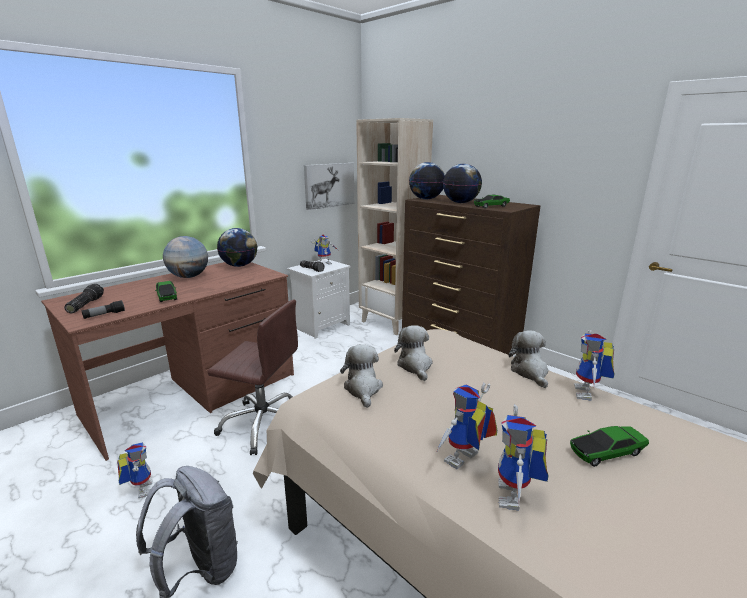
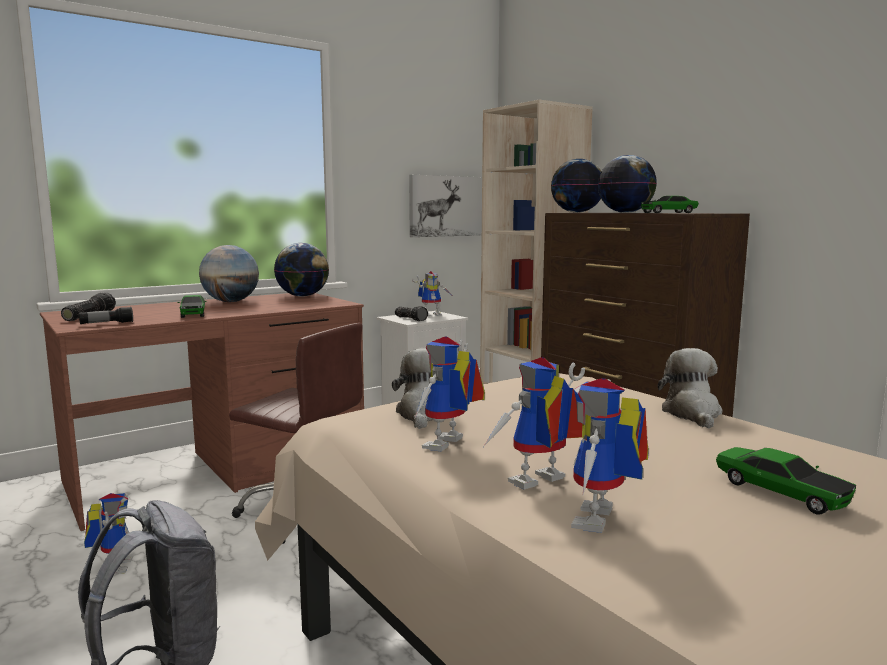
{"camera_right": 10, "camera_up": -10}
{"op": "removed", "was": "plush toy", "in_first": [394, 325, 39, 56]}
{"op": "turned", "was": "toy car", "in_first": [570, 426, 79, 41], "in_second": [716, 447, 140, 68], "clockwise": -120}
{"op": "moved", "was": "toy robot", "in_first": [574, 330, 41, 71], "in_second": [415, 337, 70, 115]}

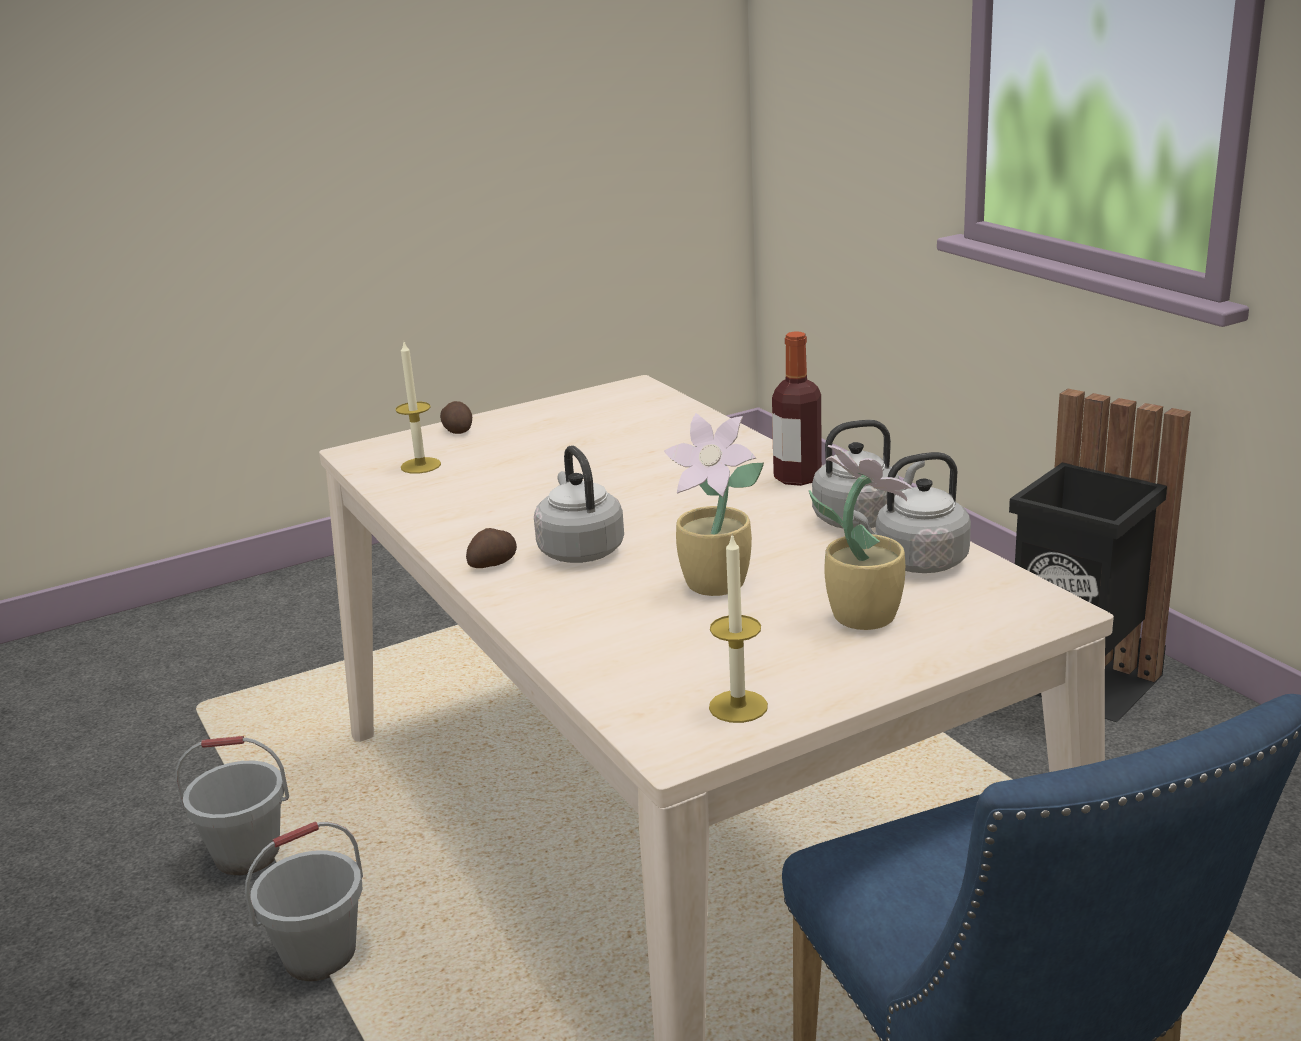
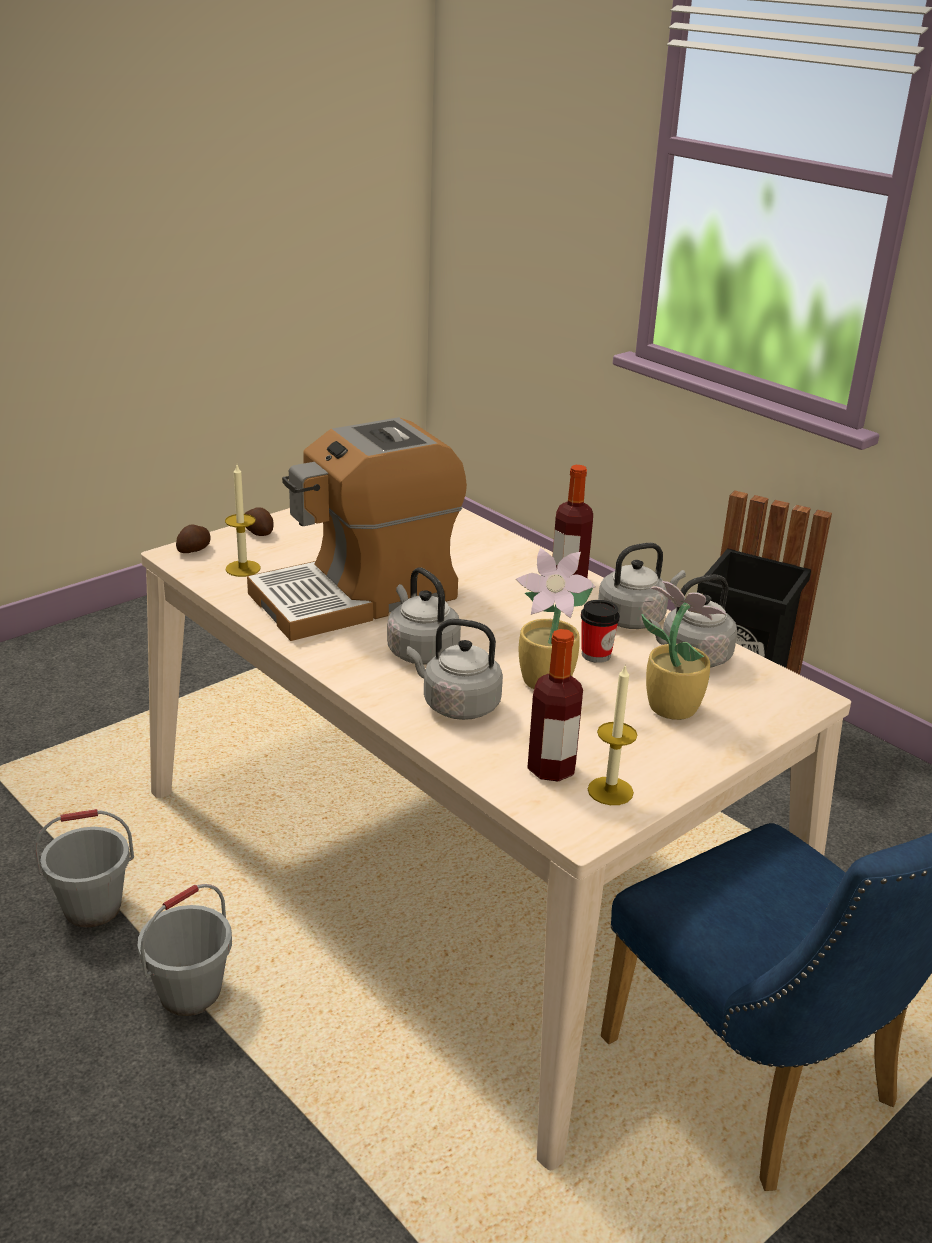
{"camera_right": -15, "camera_up": 5}
{"op": "moved", "was": "potato", "in_first": [466, 528, 51, 40], "in_second": [176, 525, 35, 28]}
{"op": "added", "now": "coffee machine", "in_second": [247, 417, 220, 224]}
{"op": "added", "now": "grey kettle", "in_second": [407, 619, 96, 101]}
{"op": "added", "now": "bottle", "in_second": [527, 629, 56, 153]}
{"op": "added", "now": "cup", "in_second": [581, 600, 39, 63]}

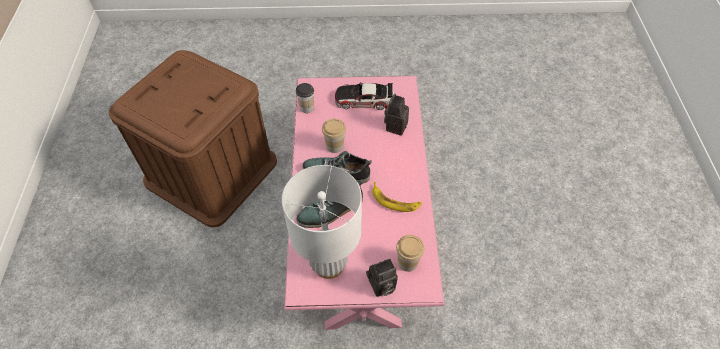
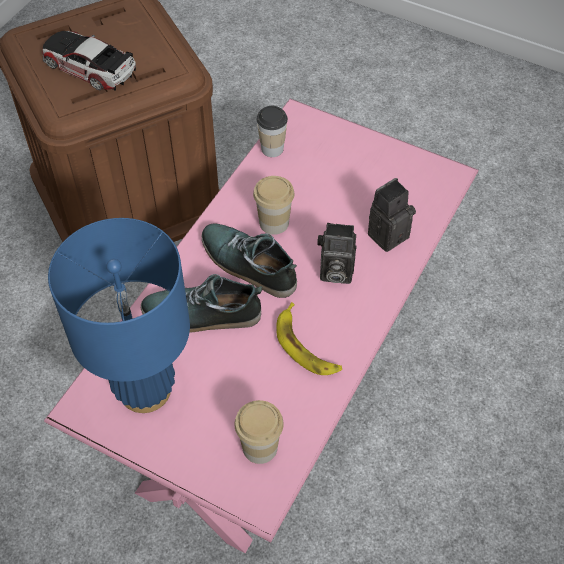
{"camera_right": 30, "camera_up": 0}
{"op": "recoloured", "was": "white table lamp", "now": "blue table lamp", "in_first": [282, 165, 80, 114], "in_second": [48, 218, 142, 195]}
{"op": "moved", "was": "toy car", "in_first": [335, 82, 59, 28], "in_second": [42, 31, 94, 60]}
{"op": "moved", "was": "photo camera", "in_first": [366, 259, 32, 38], "in_second": [317, 223, 40, 61]}

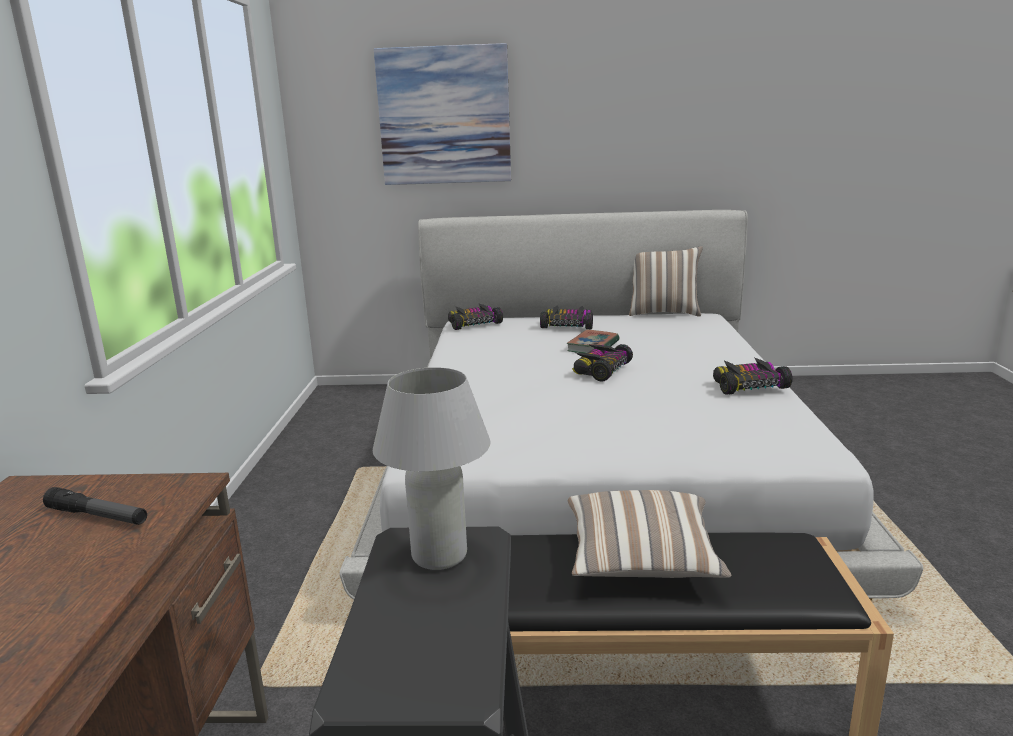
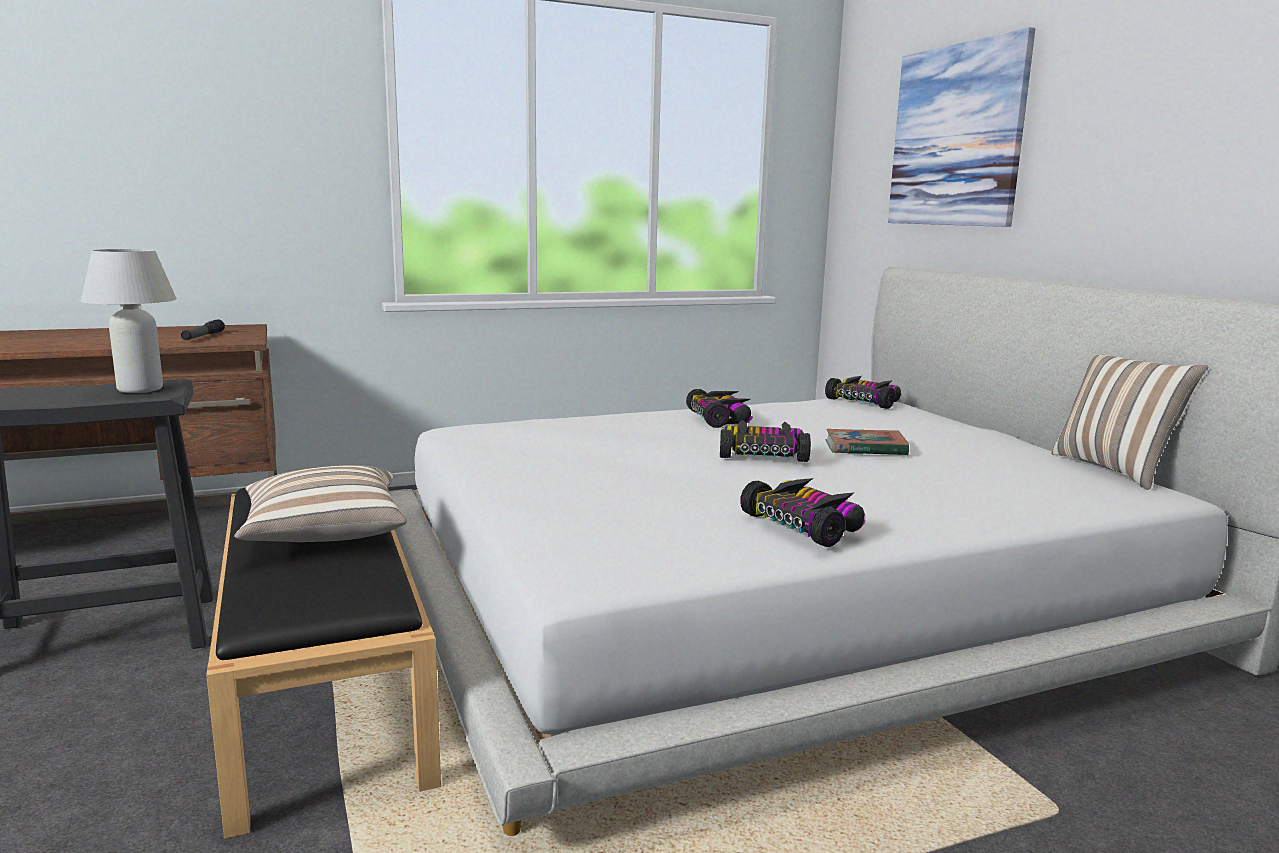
{"camera_right": 65, "camera_up": -5}
{"op": "moved", "was": "toy car", "in_first": [540, 305, 53, 25], "in_second": [686, 389, 67, 39]}

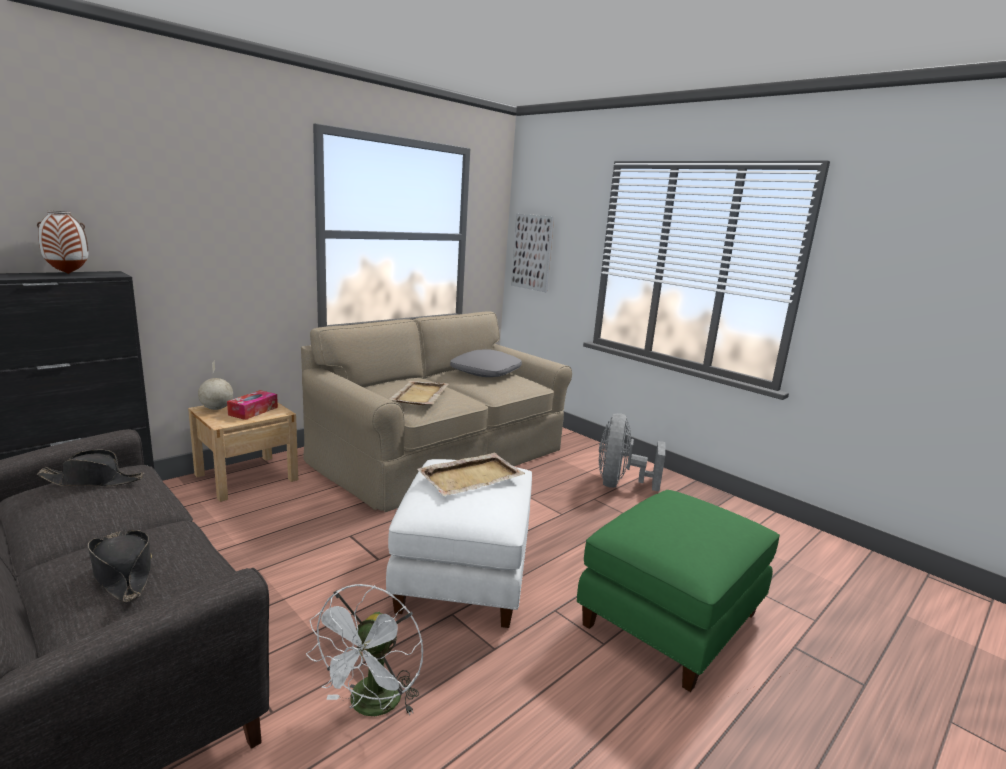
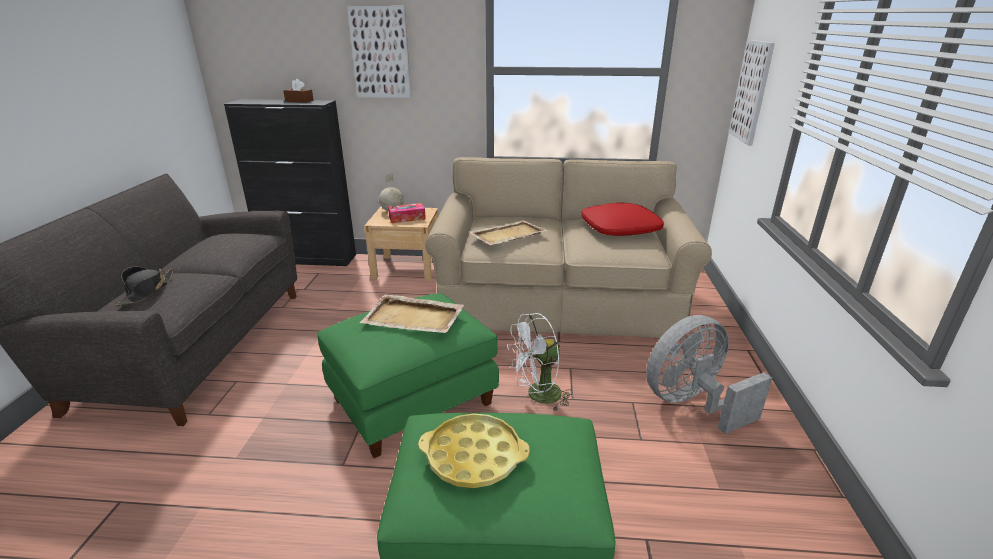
{"camera_right": 50, "camera_up": 10}
{"op": "replaced", "was": "vase", "now": "brown tissue box", "in_first": [37, 211, 52, 63], "in_second": [283, 79, 31, 24]}
{"op": "removed", "was": "black hat", "in_first": [37, 449, 107, 37]}
{"op": "moved", "was": "white fan", "in_first": [306, 584, 117, 132], "in_second": [507, 313, 66, 99]}
{"op": "recoloured", "was": "white ottoman", "now": "green ottoman", "in_first": [386, 459, 146, 169], "in_second": [317, 293, 182, 165]}
{"op": "recoloured", "was": "grey pillow", "now": "red pillow", "in_first": [450, 350, 72, 27], "in_second": [581, 202, 83, 34]}
{"op": "added", "now": "picture", "in_second": [347, 6, 64, 92]}
{"op": "added", "now": "yellow tray", "in_second": [418, 413, 112, 75]}

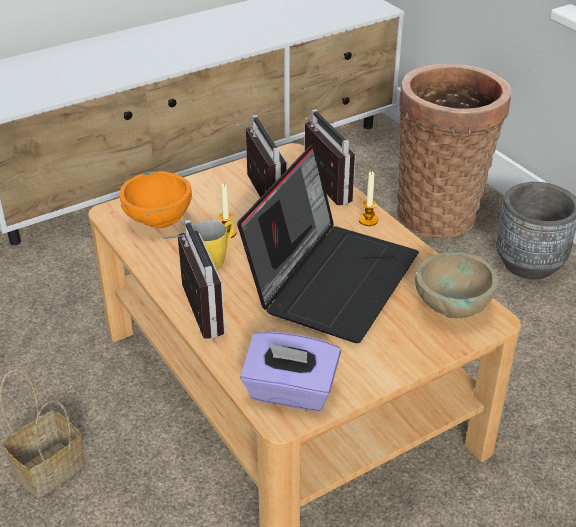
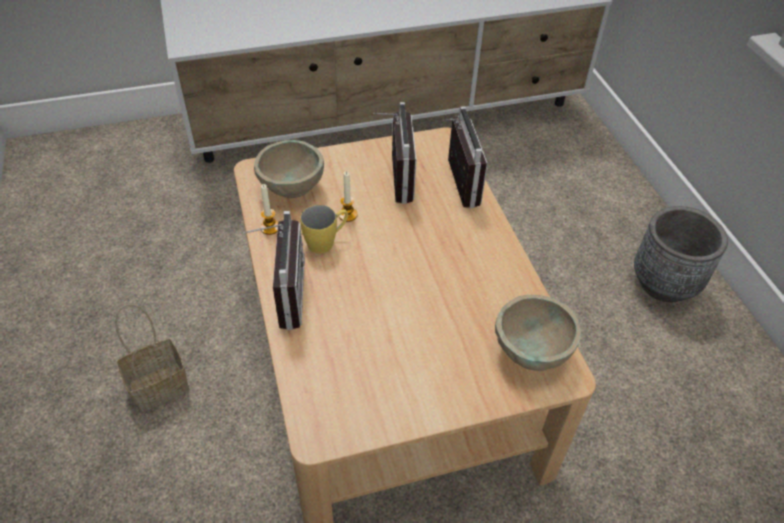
{"camera_right": 15, "camera_up": 10}
{"op": "recoloured", "was": "orange bowl", "now": "beige bowl", "in_first": [120, 171, 72, 57], "in_second": [254, 140, 70, 58]}
{"op": "removed", "was": "laptop", "in_first": [237, 144, 182, 199]}
{"op": "removed", "was": "purple tissue box", "in_first": [240, 332, 101, 79]}
{"op": "moved", "was": "candle", "in_first": [359, 172, 19, 54], "in_second": [260, 184, 18, 51]}
{"op": "removed", "was": "basket", "in_first": [397, 64, 115, 175]}

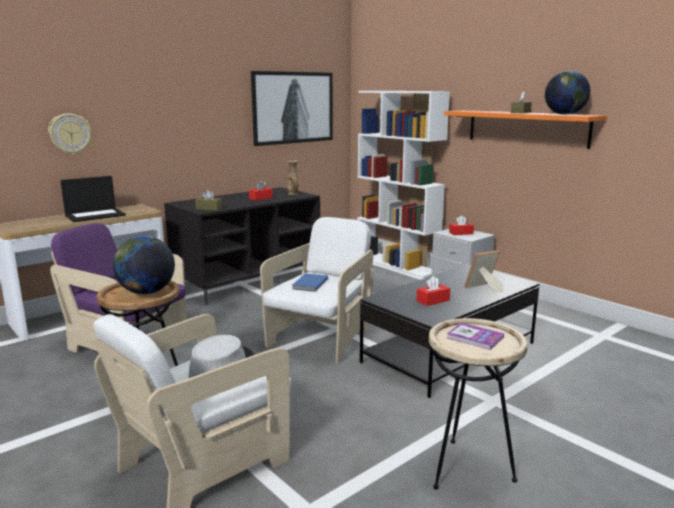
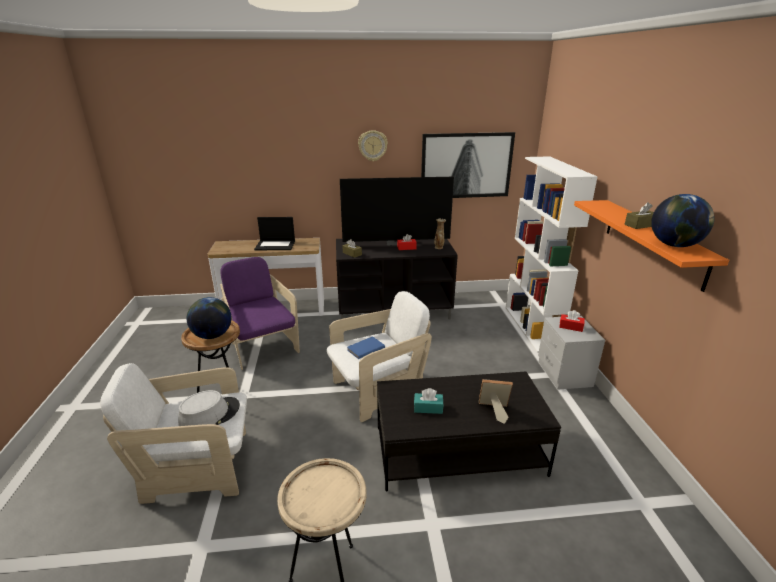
{"camera_right": 35, "camera_up": 10}
{"op": "moved", "was": "wall clock", "in_first": [48, 113, 43, 42], "in_second": [358, 130, 30, 32]}
{"op": "recoloured", "was": "red tissue box", "now": "turquoise tissue box", "in_first": [416, 276, 34, 30], "in_second": [414, 388, 29, 26]}
{"op": "removed", "was": "book", "in_first": [447, 323, 57, 27]}
{"op": "added", "now": "television", "in_second": [340, 177, 114, 69]}

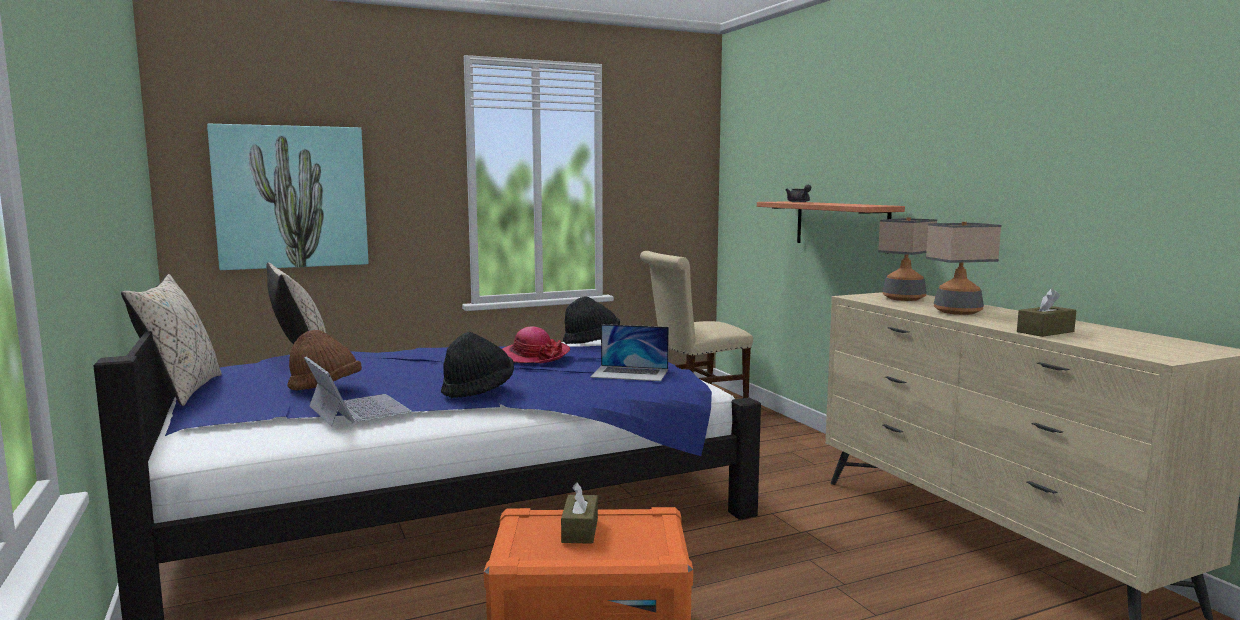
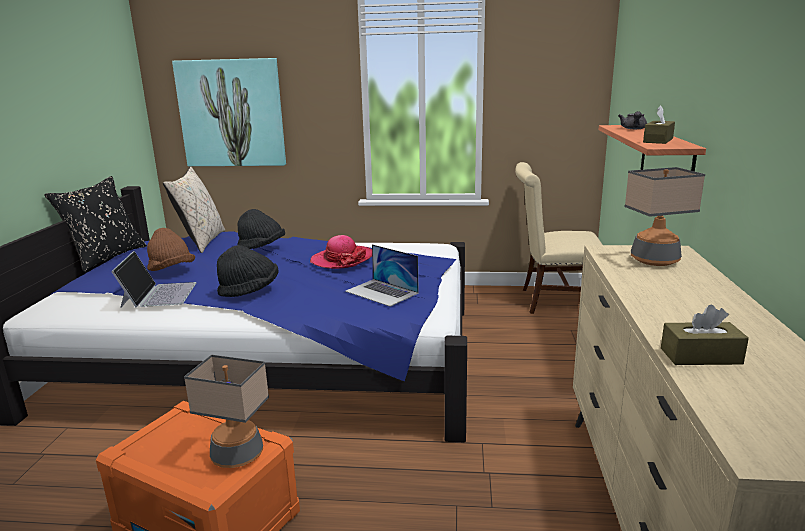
{"camera_right": 30, "camera_up": 10}
{"op": "recoloured", "was": "beige pillow", "now": "black pillow", "in_first": [121, 274, 101, 132], "in_second": [44, 176, 103, 96]}
{"op": "moved", "was": "brown tissue box", "in_first": [561, 483, 37, 61], "in_second": [643, 105, 32, 39]}
{"op": "moved", "was": "black hat", "in_first": [563, 296, 57, 48], "in_second": [238, 209, 47, 40]}
{"op": "moved", "was": "table lamp", "in_first": [926, 222, 76, 93], "in_second": [184, 355, 85, 113]}

